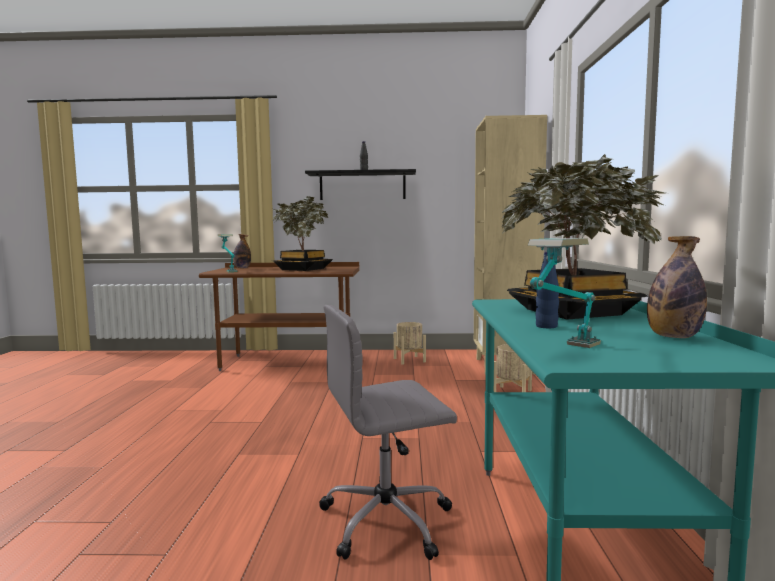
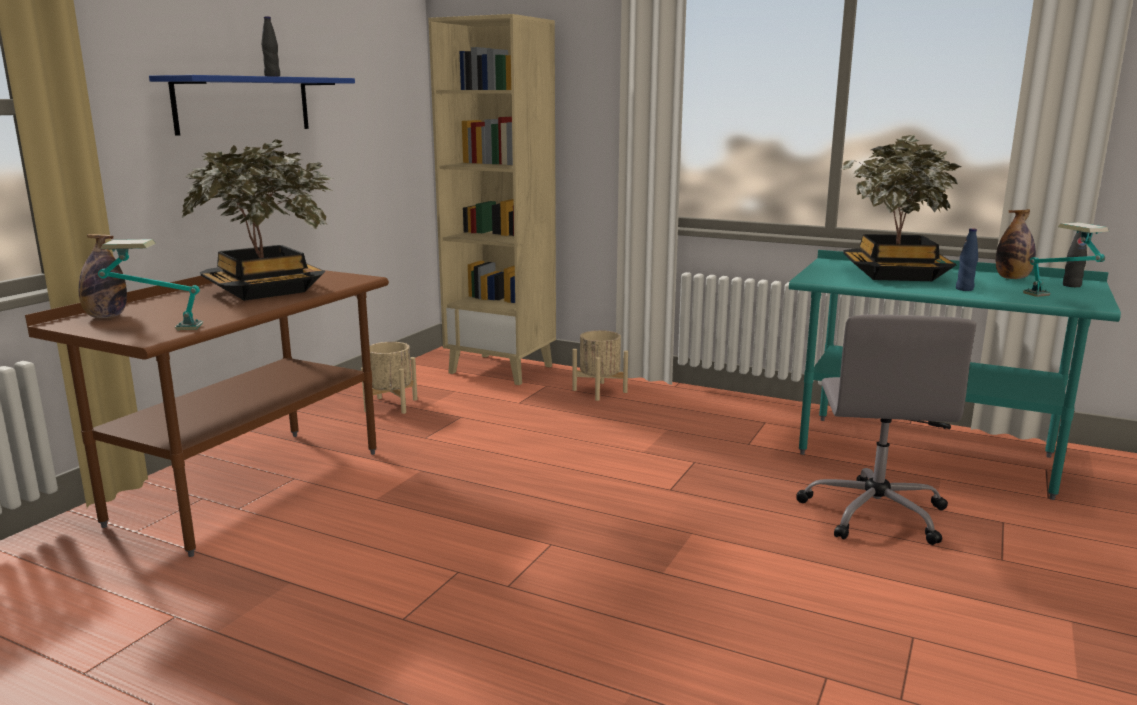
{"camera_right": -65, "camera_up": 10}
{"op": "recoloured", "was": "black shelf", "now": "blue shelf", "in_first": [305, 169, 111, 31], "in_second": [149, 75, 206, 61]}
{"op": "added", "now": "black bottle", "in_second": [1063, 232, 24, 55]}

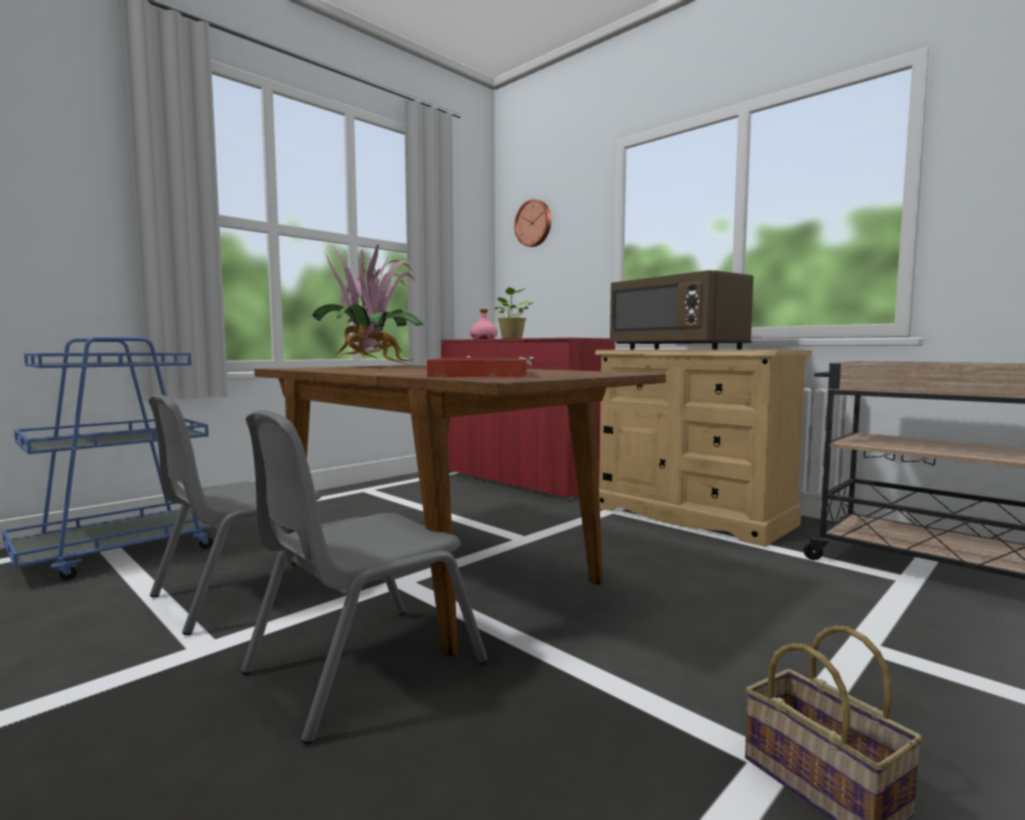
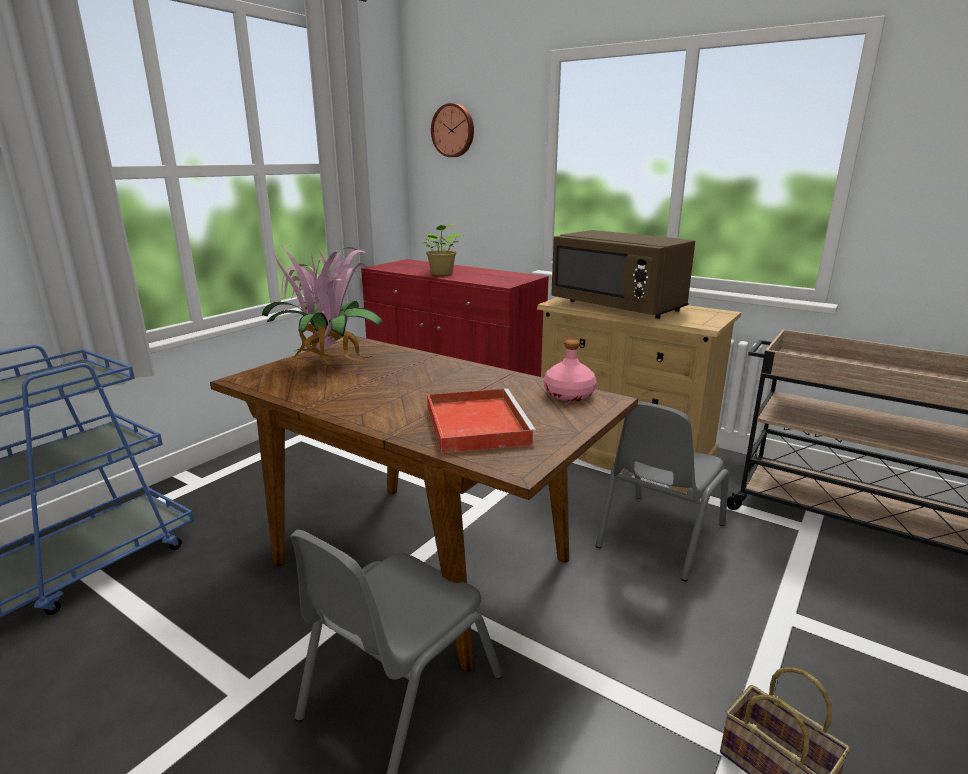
{"camera_right": -10, "camera_up": 15}
{"op": "moved", "was": "grey chair", "in_first": [148, 394, 173, 241], "in_second": [596, 401, 133, 180]}
{"op": "moved", "was": "pink bottle", "in_first": [470, 309, 28, 30], "in_second": [544, 339, 53, 62]}

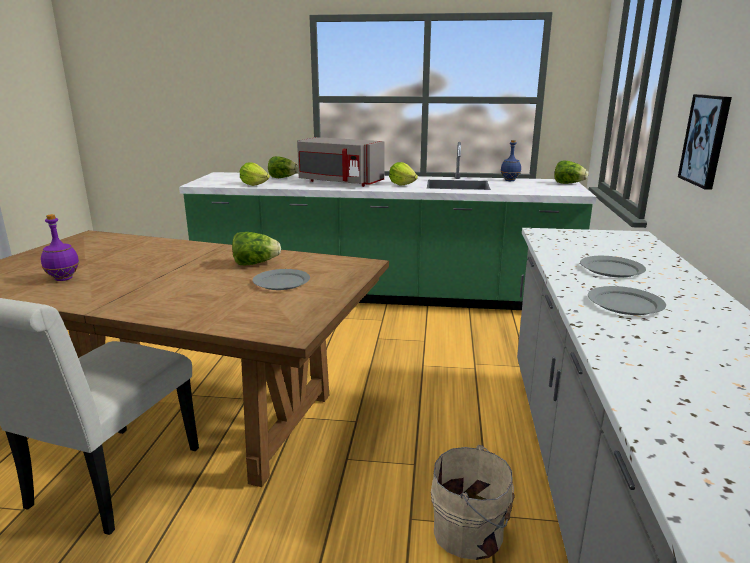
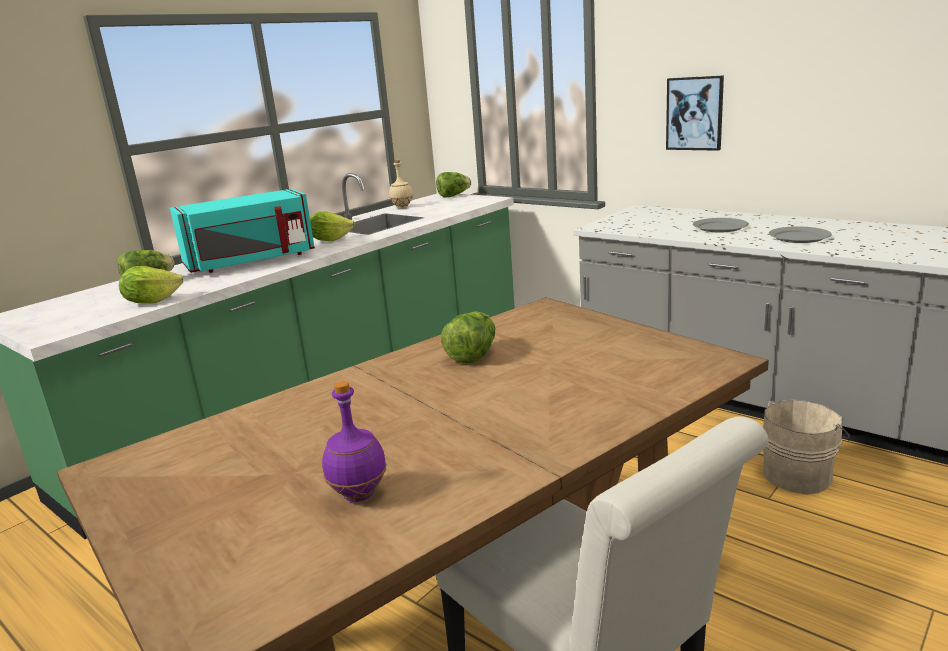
{"camera_right": -55, "camera_up": 0}
{"op": "removed", "was": "grey plate", "in_first": [253, 269, 57, 21]}
{"op": "recoloured", "was": "grey microwave", "now": "turquoise microwave", "in_first": [297, 137, 88, 50], "in_second": [170, 189, 145, 84]}
{"op": "recoloured", "was": "blue bottle", "now": "beige bottle", "in_first": [501, 140, 20, 41], "in_second": [389, 160, 24, 48]}

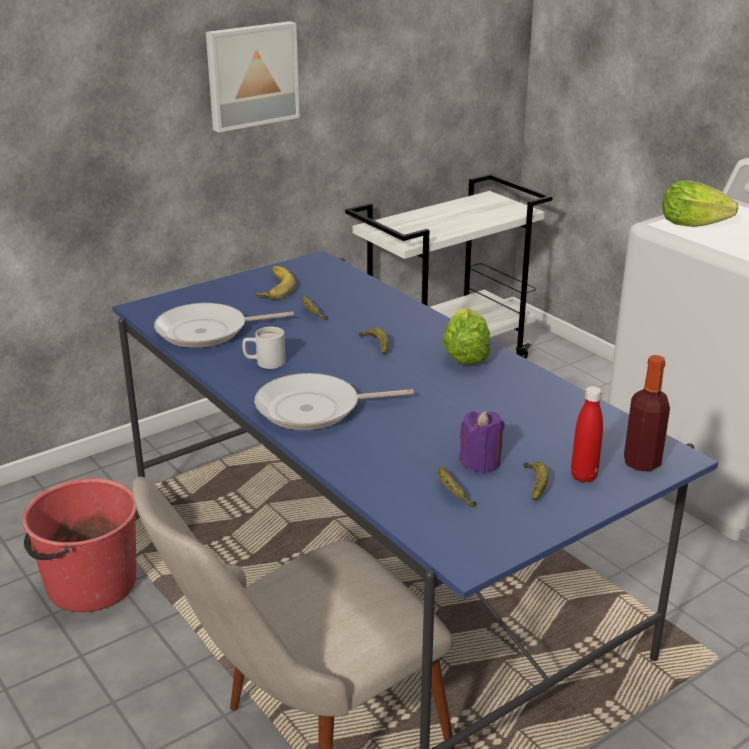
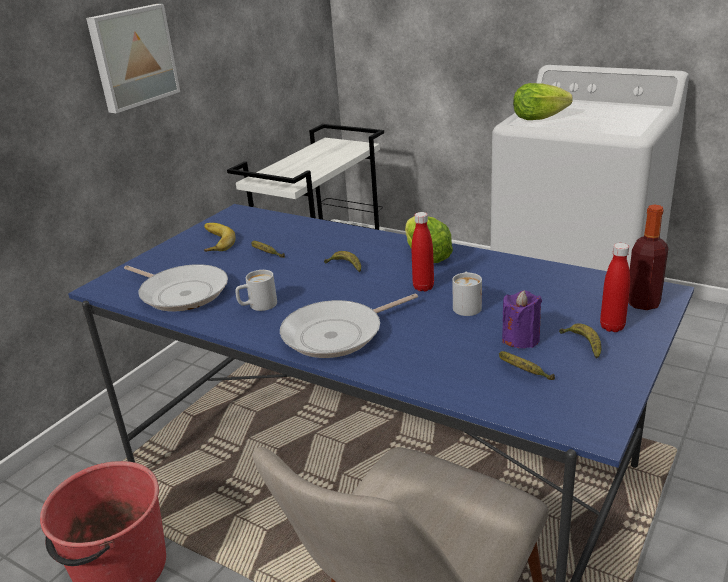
{"camera_right": -20, "camera_up": 0}
{"op": "turned", "was": "frying pan", "in_first": [154, 303, 140, 45], "in_second": [124, 264, 104, 47], "clockwise": -105}
{"op": "added", "now": "red bottle", "in_second": [412, 212, 22, 79]}
{"op": "added", "now": "white mug", "in_second": [452, 272, 30, 44]}

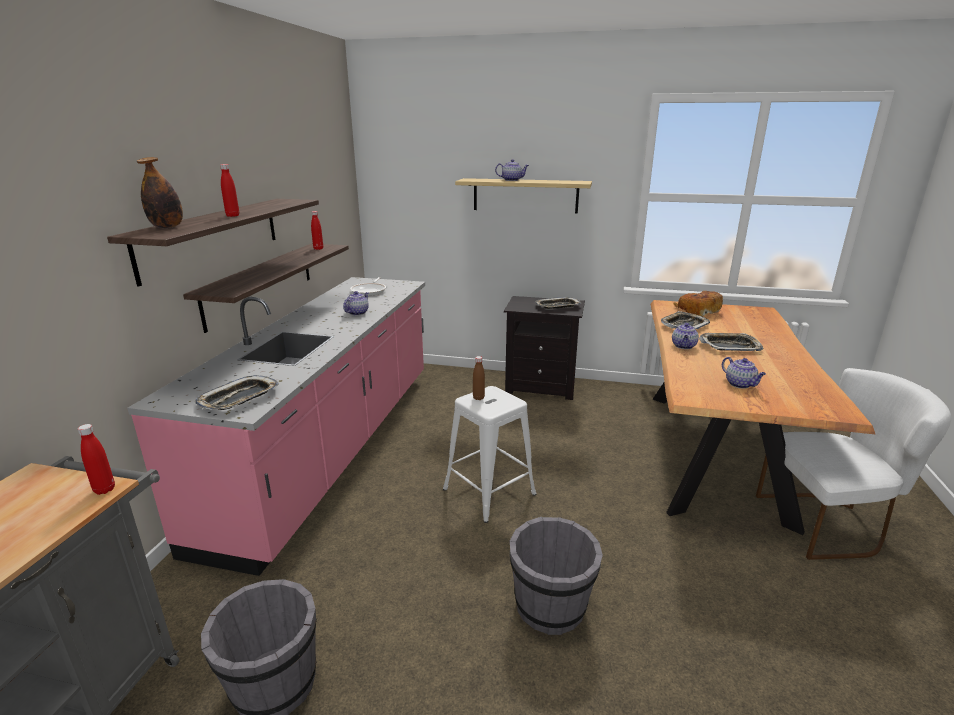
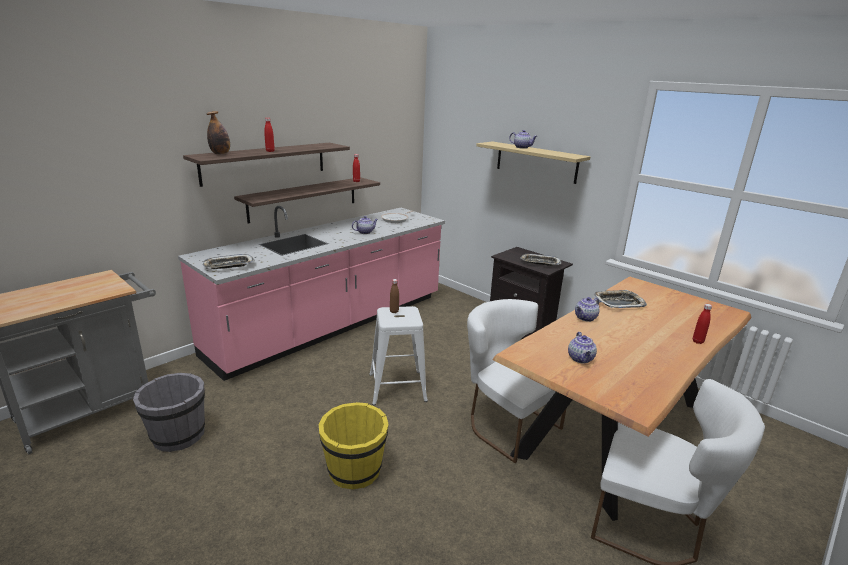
{"camera_right": 30, "camera_up": 0}
{"op": "moved", "was": "red bottle", "in_first": [78, 424, 37, 71], "in_second": [693, 304, 19, 40]}
{"op": "recoloured", "was": "grey bucket", "now": "yellow bucket", "in_first": [510, 516, 93, 119], "in_second": [319, 402, 70, 87]}
{"op": "removed", "was": "bread", "in_first": [674, 291, 49, 25]}
{"op": "removed", "was": "tray", "in_first": [699, 333, 64, 18]}
{"op": "added", "now": "white chair", "in_second": [467, 299, 99, 164]}

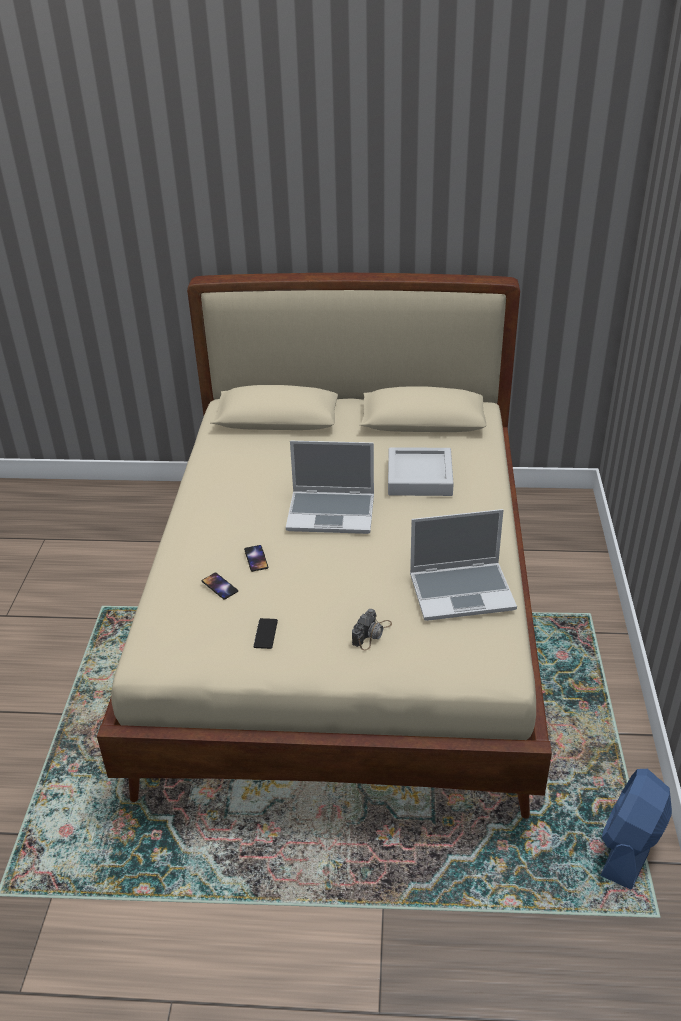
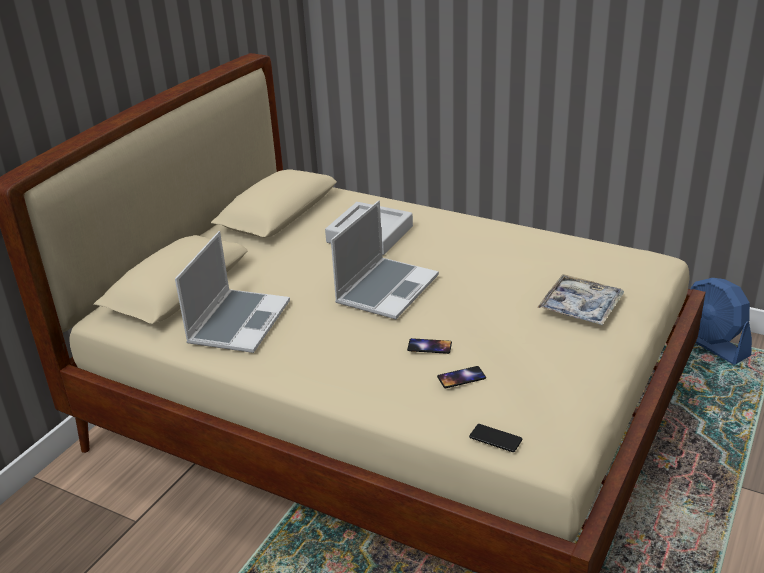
{"camera_right": -65, "camera_up": -5}
{"op": "moved", "was": "phone", "in_first": [253, 618, 25, 31], "in_second": [469, 424, 53, 28]}
{"op": "replaced", "was": "photo camera", "now": "tray", "in_first": [352, 609, 40, 42], "in_second": [537, 274, 87, 51]}
{"op": "moved", "was": "laptop", "in_first": [410, 509, 107, 112], "in_second": [175, 231, 115, 122]}

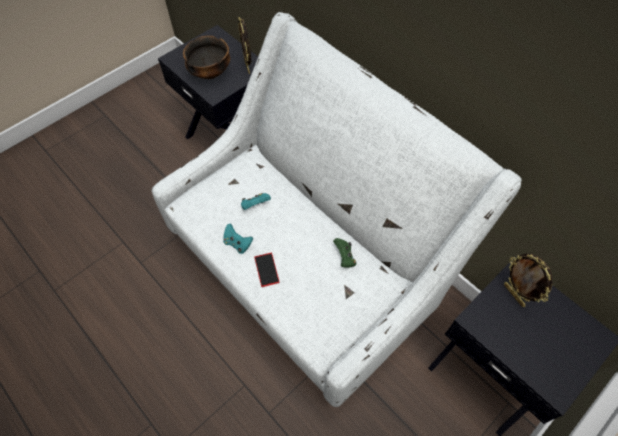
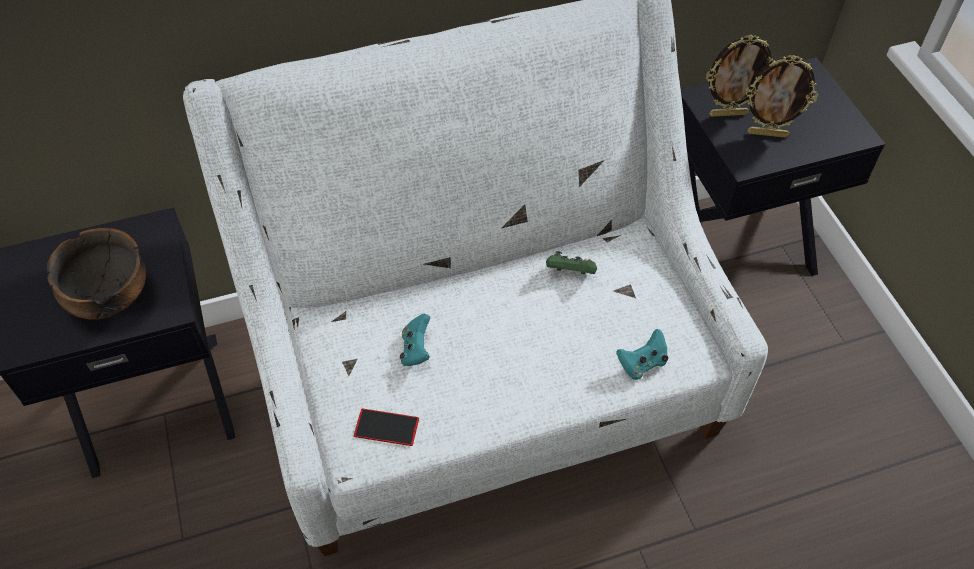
{"camera_right": -65, "camera_up": -5}
{"op": "moved", "was": "turquoise game controller", "in_first": [223, 224, 30, 30], "in_second": [616, 329, 52, 51]}
{"op": "moved", "was": "picture frame", "in_first": [238, 17, 13, 57], "in_second": [745, 55, 73, 83]}
{"op": "moved", "was": "phone", "in_first": [254, 253, 25, 34], "in_second": [354, 409, 65, 37]}

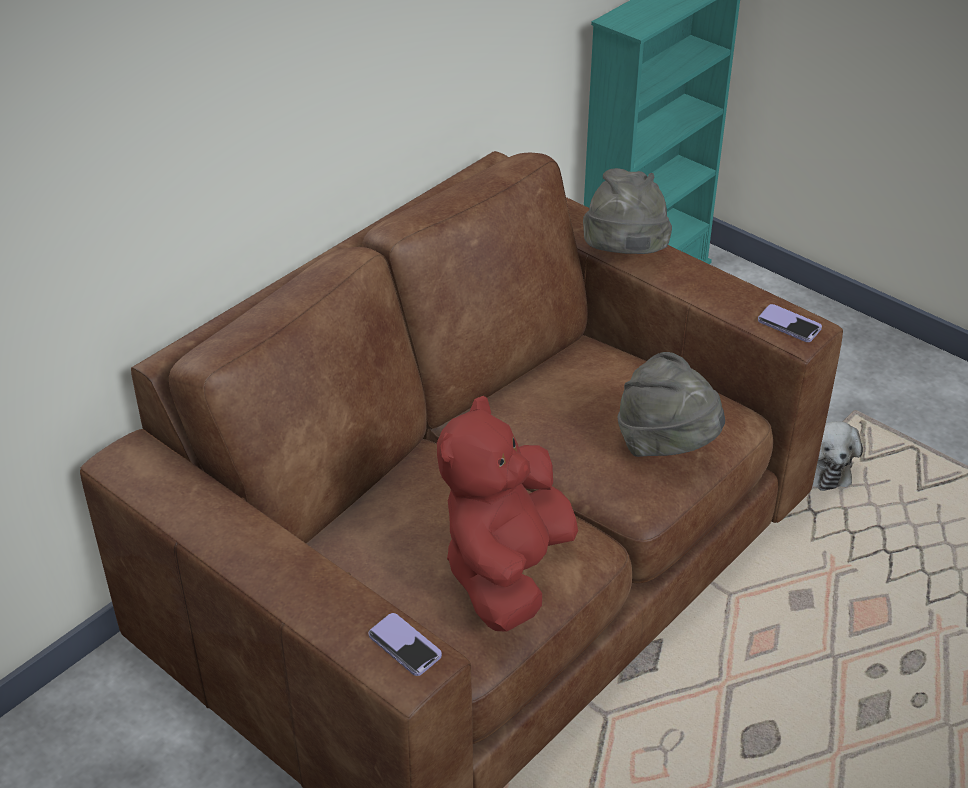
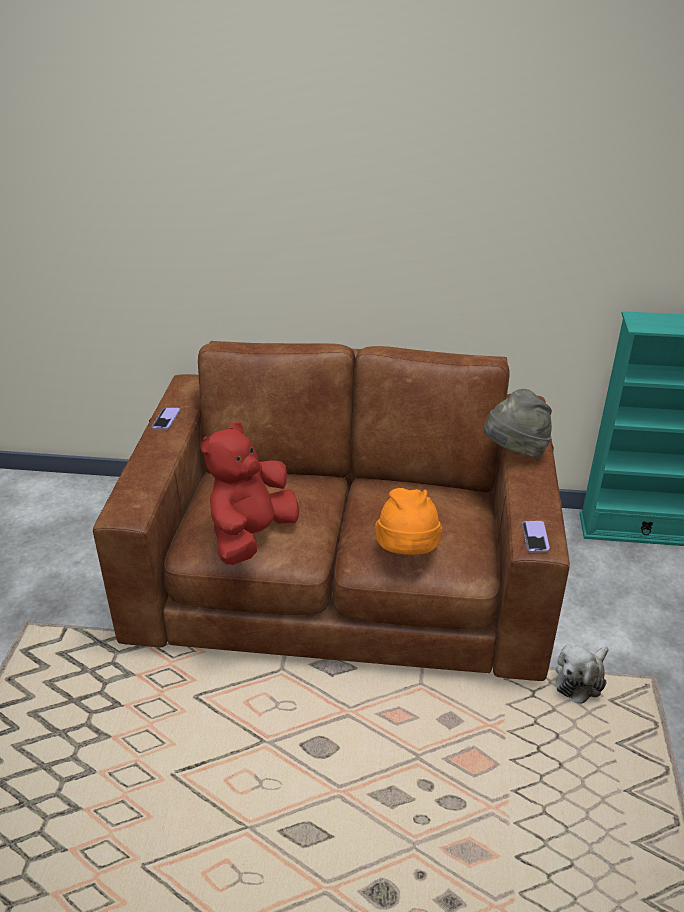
{"camera_right": 55, "camera_up": -5}
{"op": "moved", "was": "phone", "in_first": [369, 613, 73, 63], "in_second": [152, 408, 28, 22]}
{"op": "turned", "was": "red plush toy", "in_first": [437, 396, 141, 236], "in_second": [200, 421, 99, 144], "clockwise": -45}
{"op": "recoloured", "was": "grey hat", "now": "orange hat", "in_first": [618, 352, 107, 105], "in_second": [375, 488, 68, 67]}

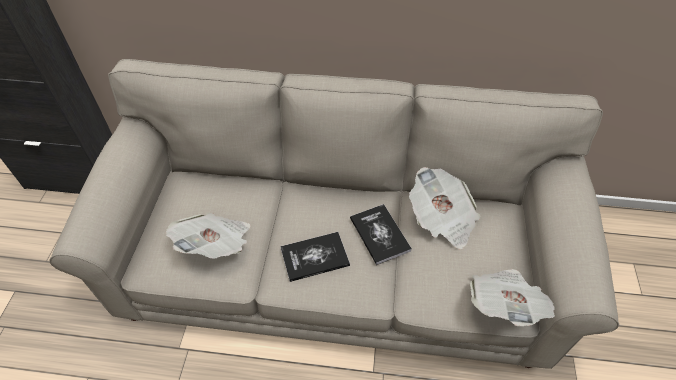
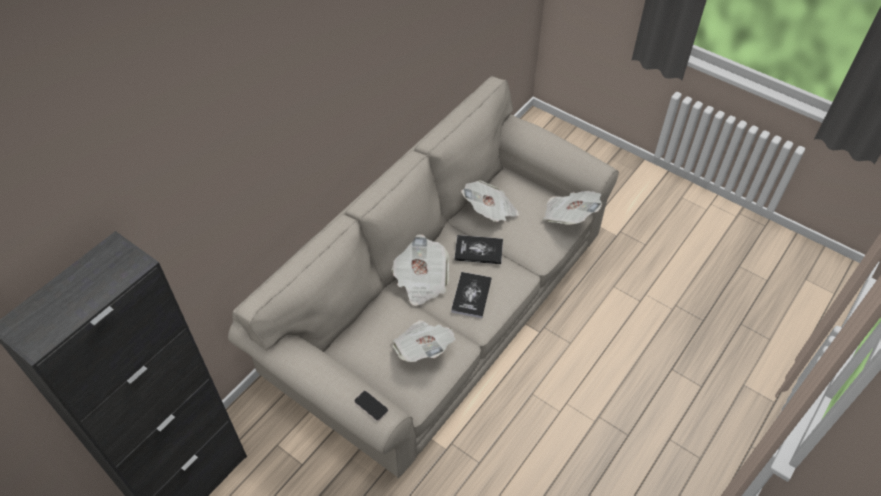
{"camera_right": -60, "camera_up": 0}
{"op": "added", "now": "phone", "in_second": [354, 391, 34, 30]}
{"op": "added", "now": "newspaper", "in_second": [392, 234, 58, 72]}

